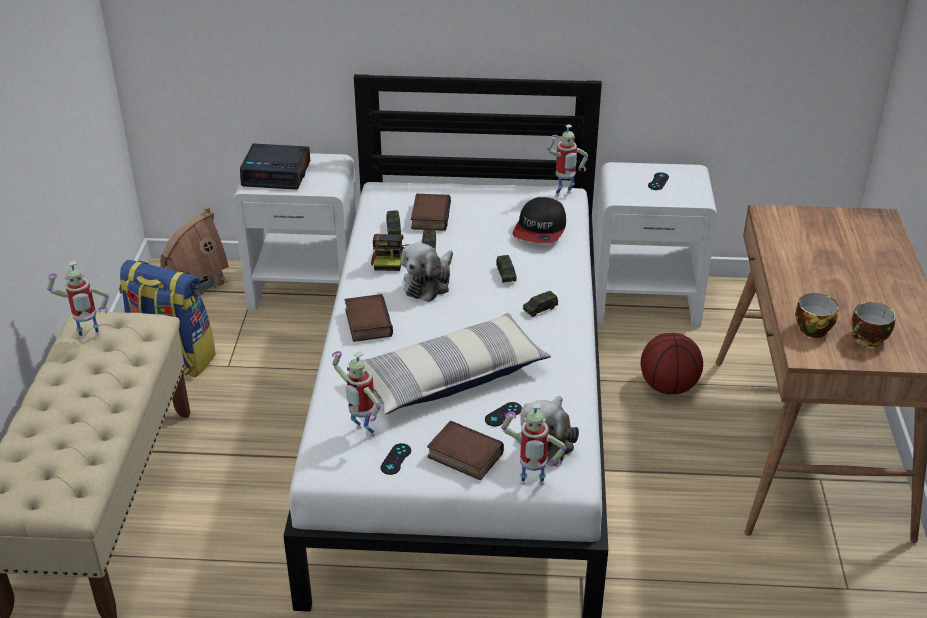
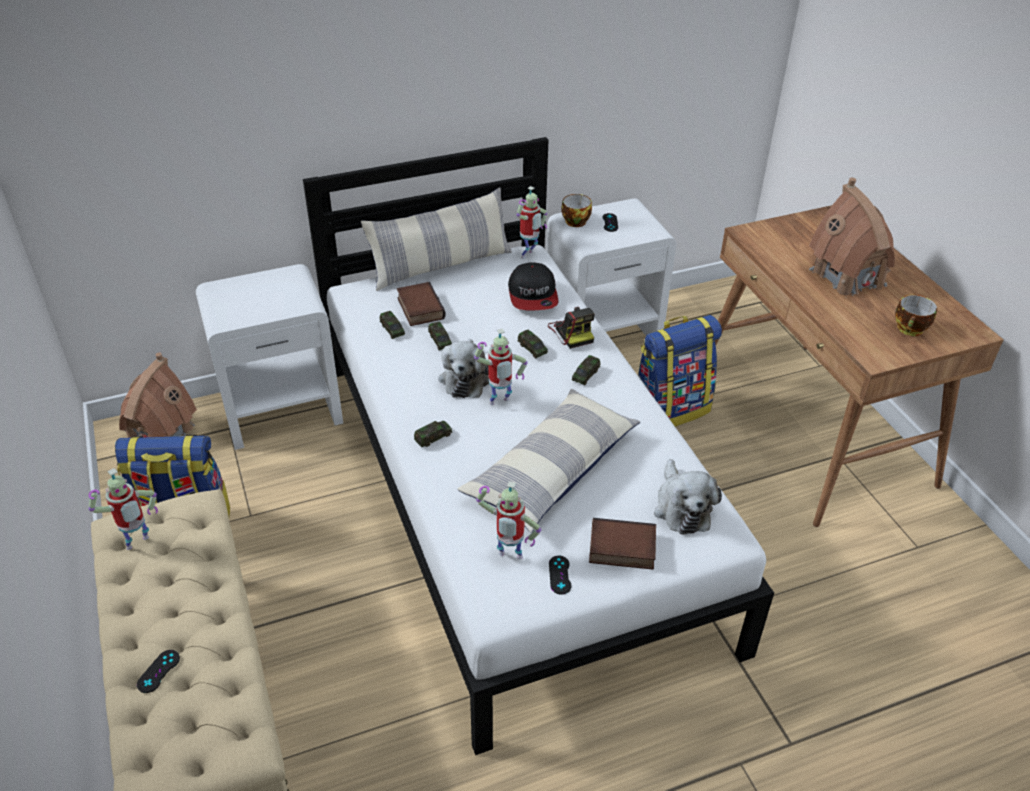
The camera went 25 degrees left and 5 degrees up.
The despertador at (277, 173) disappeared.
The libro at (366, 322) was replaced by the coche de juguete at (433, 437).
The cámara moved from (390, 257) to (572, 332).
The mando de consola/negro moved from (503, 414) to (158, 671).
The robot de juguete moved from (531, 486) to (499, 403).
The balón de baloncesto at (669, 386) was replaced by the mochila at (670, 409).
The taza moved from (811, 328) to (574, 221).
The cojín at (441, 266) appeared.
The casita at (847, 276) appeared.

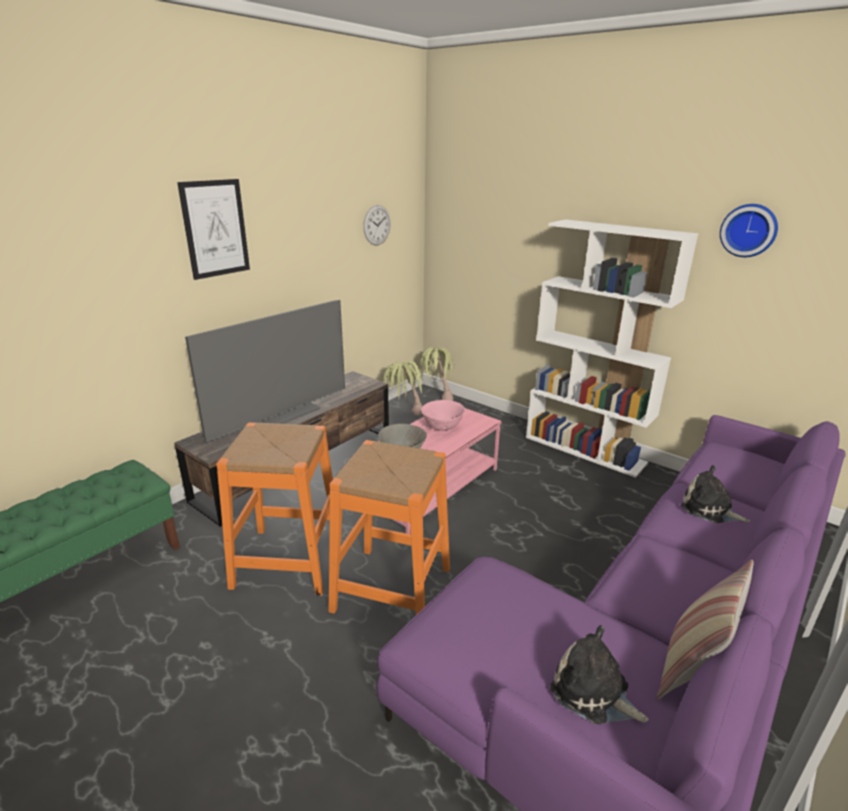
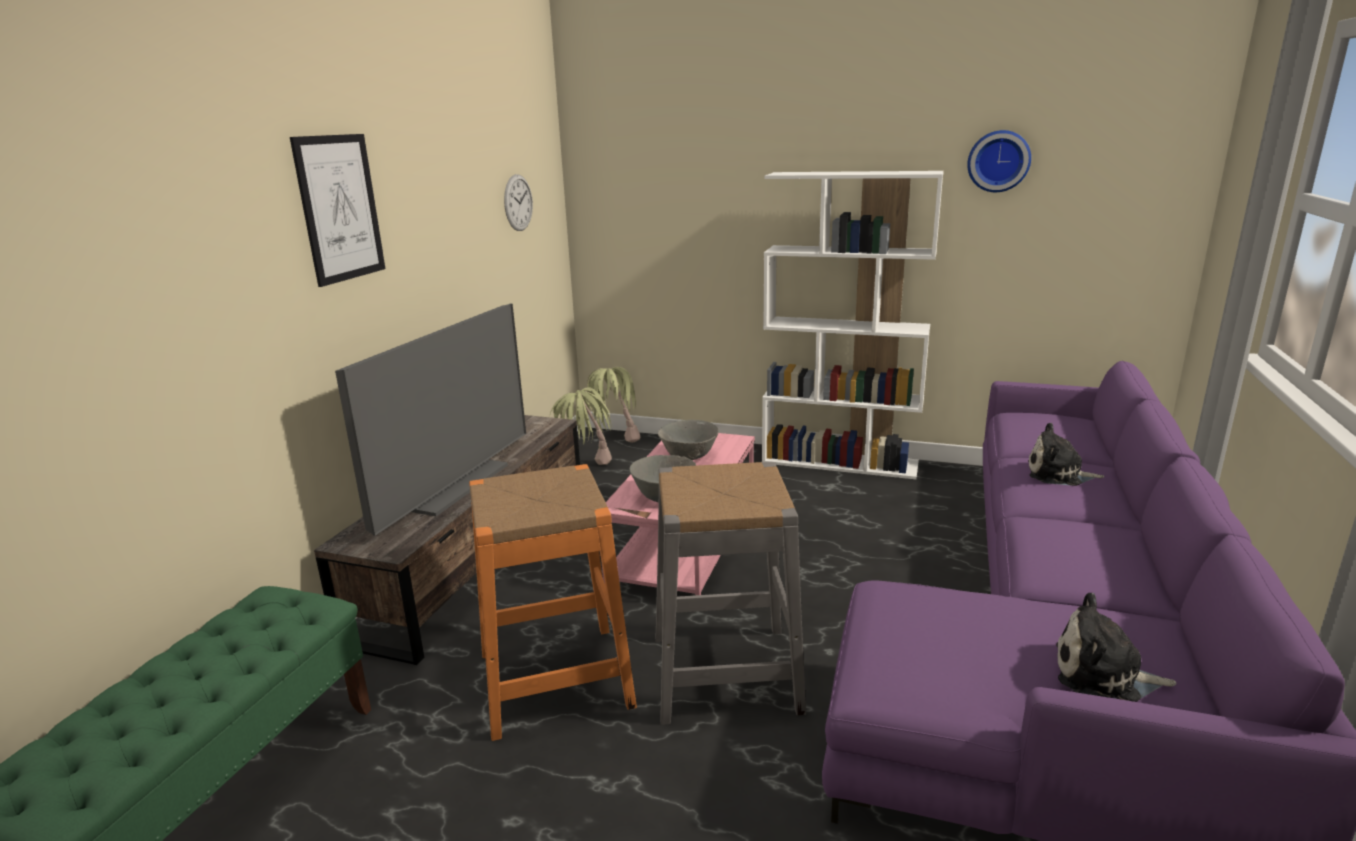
The camera went 20 degrees left and 5 degrees down.
The taburete/naranja at (392, 589) became the taburete/gris at (725, 672).
The cuenco/rosa at (442, 428) became the cuenco/gris at (689, 457).
The cojín at (692, 666) disappeared.

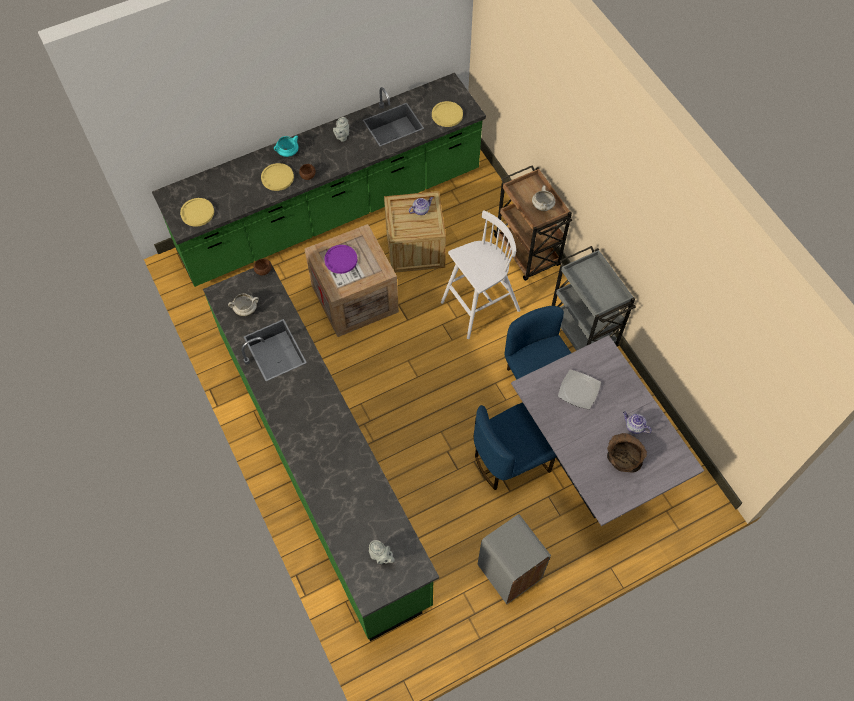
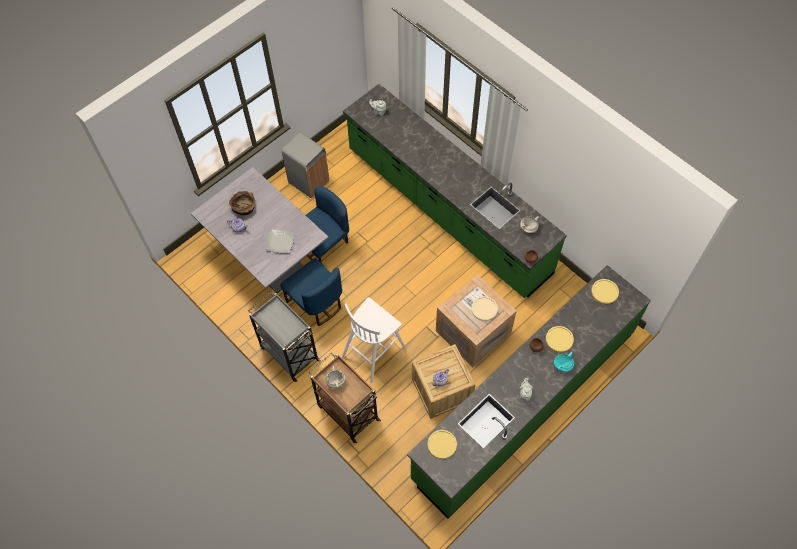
The camera went 165 degrees right and 0 degrees up.
The plato/morado at (341, 259) became the plato/beis at (484, 309).

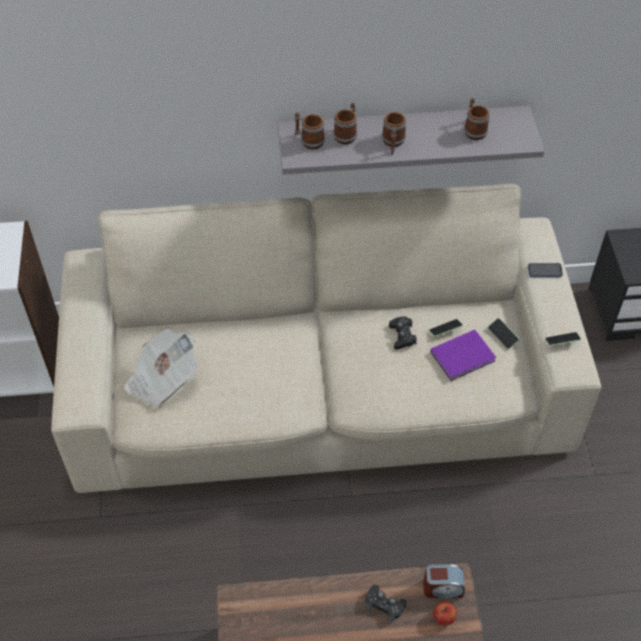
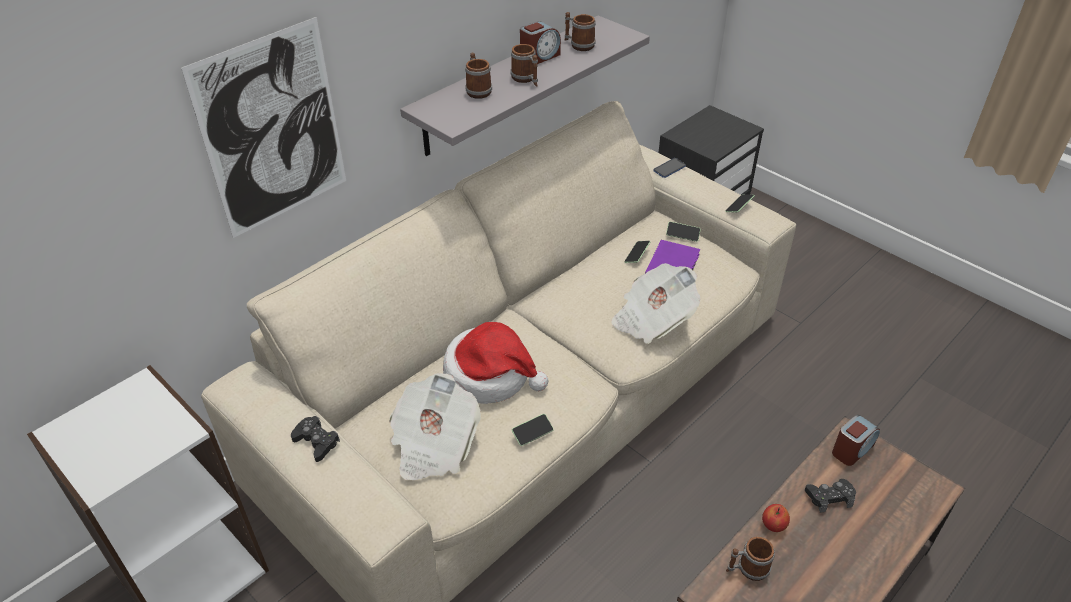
The camera went 40 degrees left and 10 degrees down.
The taza grande moved from (308, 140) to (747, 569).
The mando de consola/negro moved from (402, 336) to (316, 442).
The manzana moved from (443, 618) to (773, 526).
The cuadro at (273, 130) appeared.
The sombrero at (490, 375) appeared.
The móvil at (532, 433) appeared.
The despertador at (539, 57) appeared.
The periódico at (652, 319) appeared.

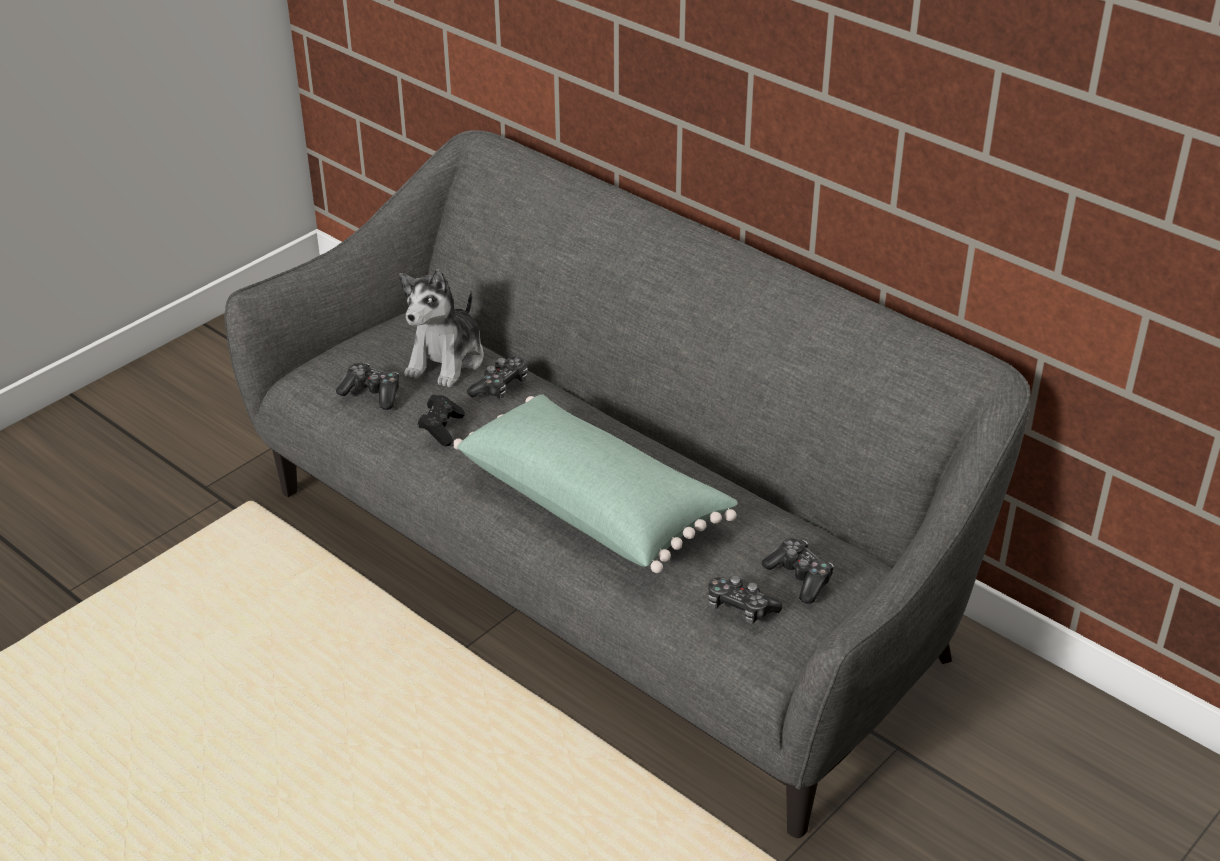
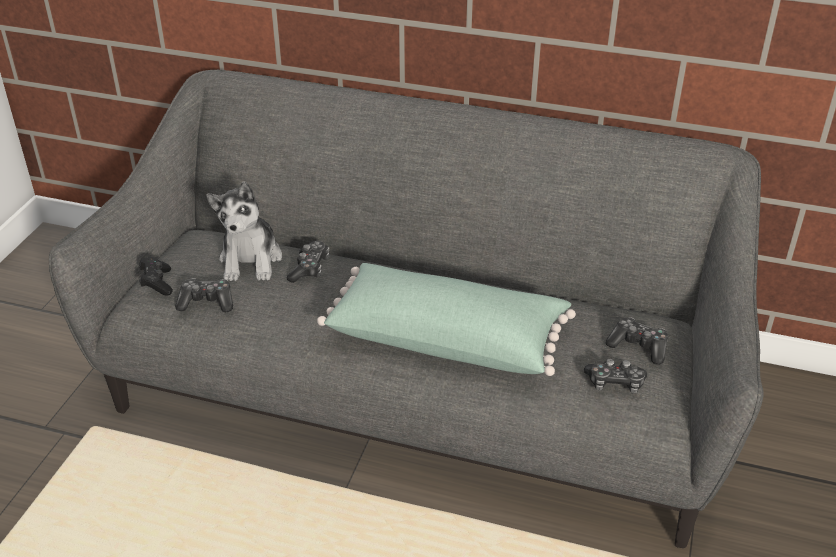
The camera went 25 degrees left and 0 degrees up.
The mando de consola/negro moved from (441, 429) to (157, 283).

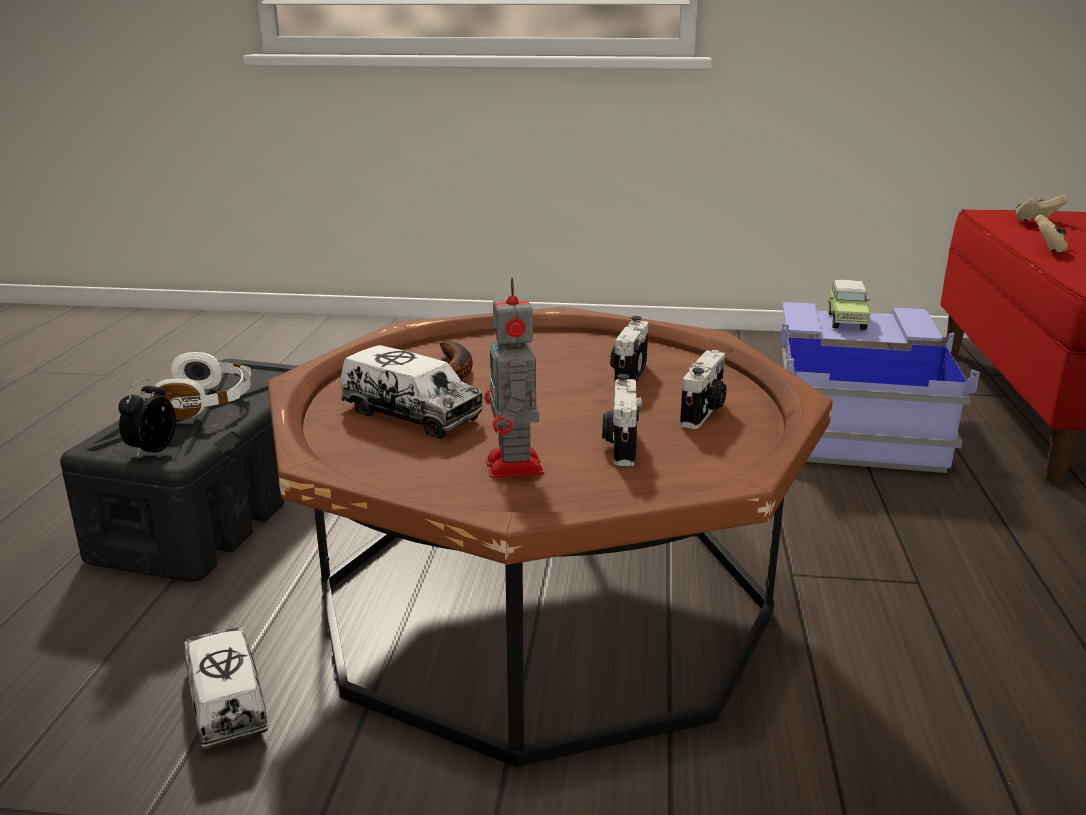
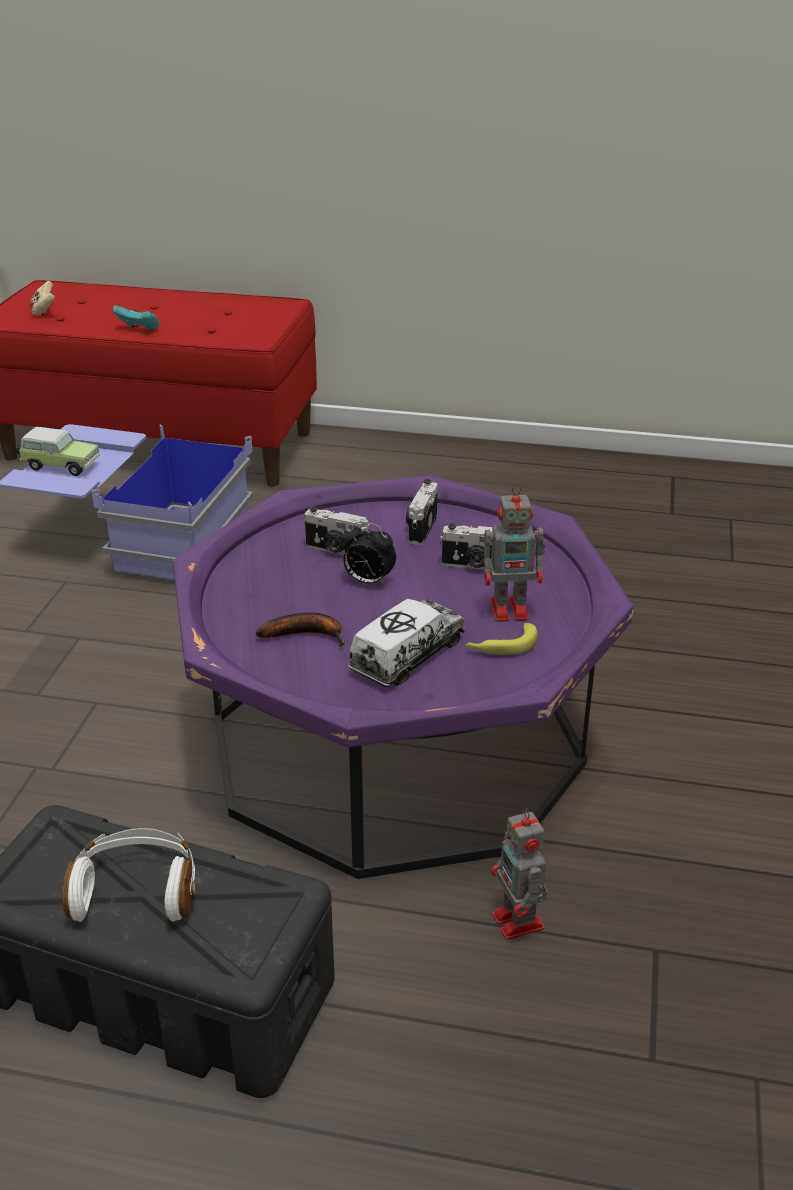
The camera went 85 degrees left and 10 degrees up.
The despertador moved from (152, 450) to (368, 581).
The camión de juguete at (226, 700) was replaced by the robot de juguete at (519, 923).
The mesa de centro/marrón at (542, 600) became the mesa de centro/morado at (396, 741).
The cámara at (704, 412) turned 105 degrees counterclockwise.
The mando de consola/beis at (1048, 248) became the mando de consola/turquesa at (139, 329).
The plátano at (501, 646) appeared.

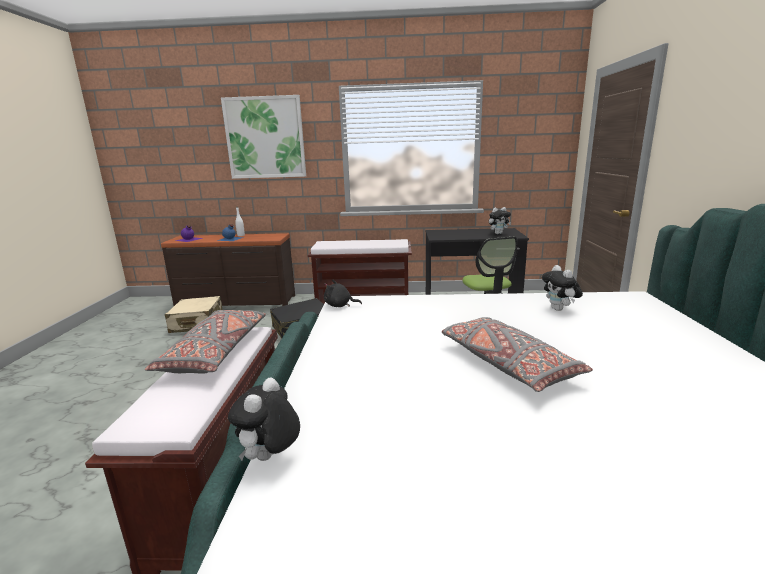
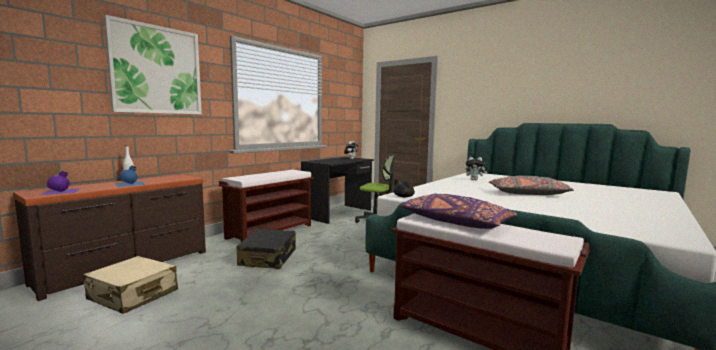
The camera went 55 degrees left and 10 degrees down.
The cojín/gris at (216, 352) became the cojín/morado at (455, 222).
The peluche at (270, 458) disappeared.

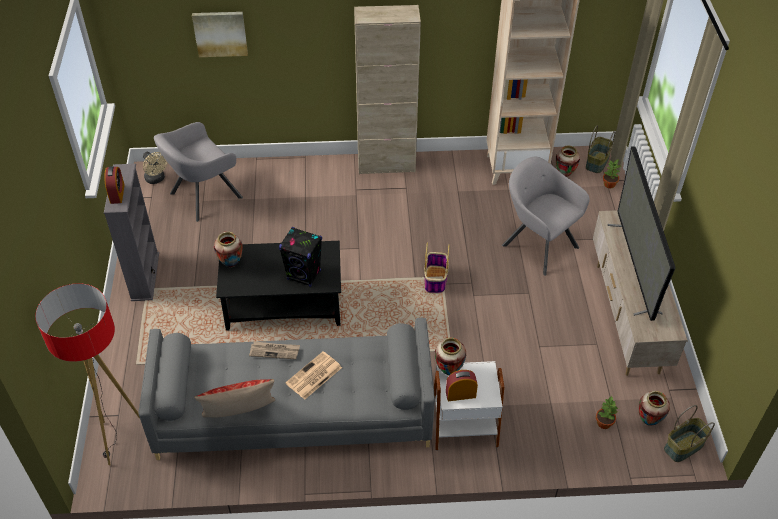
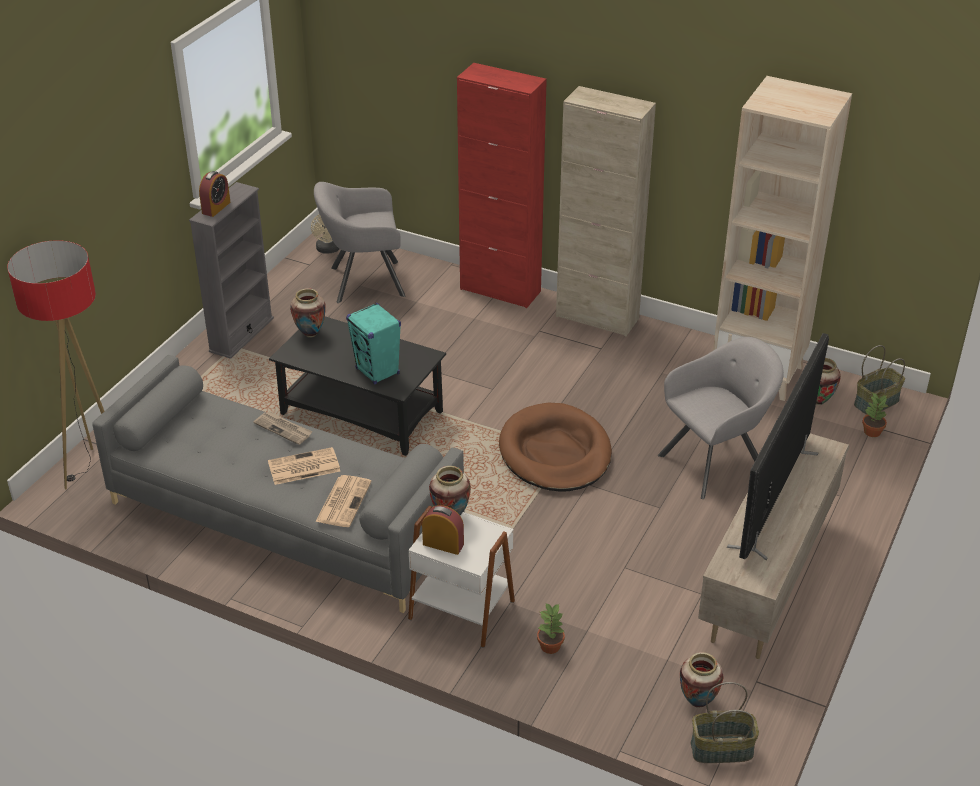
The camera went 30 degrees right and 10 degrees down.
The cuadro at (220, 33) disappeared.
The cojín at (240, 418) disappeared.
The altavoz/negro at (304, 275) became the altavoz/turquesa at (377, 371).
The cesta at (435, 280) was replaced by the cama para perro/marrón at (555, 453).
The sillón/gris at (537, 244) turned 75 degrees clockwise.
The planta en maceta moved from (603, 422) to (550, 646).
The periódico at (343, 501) appeared.
The armario/rojo at (500, 290) appeared.

